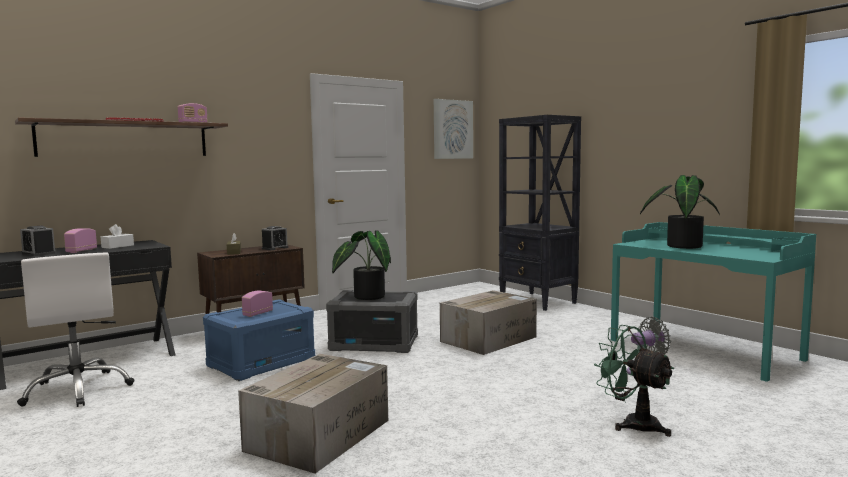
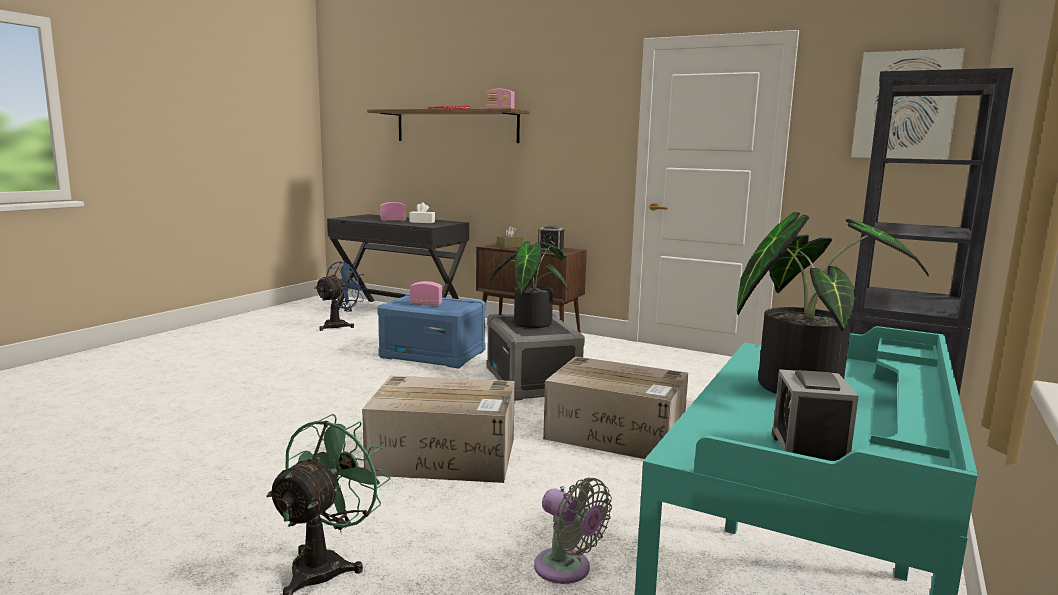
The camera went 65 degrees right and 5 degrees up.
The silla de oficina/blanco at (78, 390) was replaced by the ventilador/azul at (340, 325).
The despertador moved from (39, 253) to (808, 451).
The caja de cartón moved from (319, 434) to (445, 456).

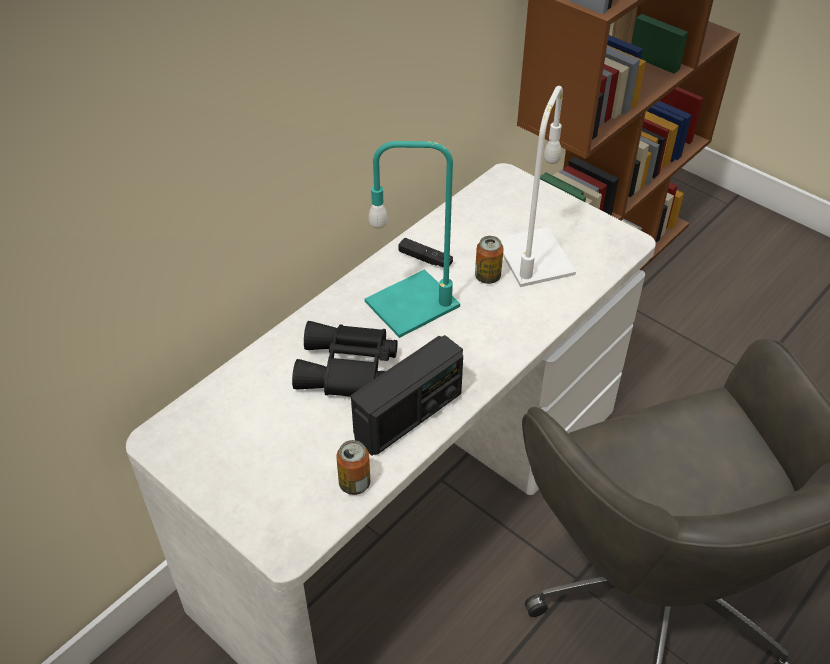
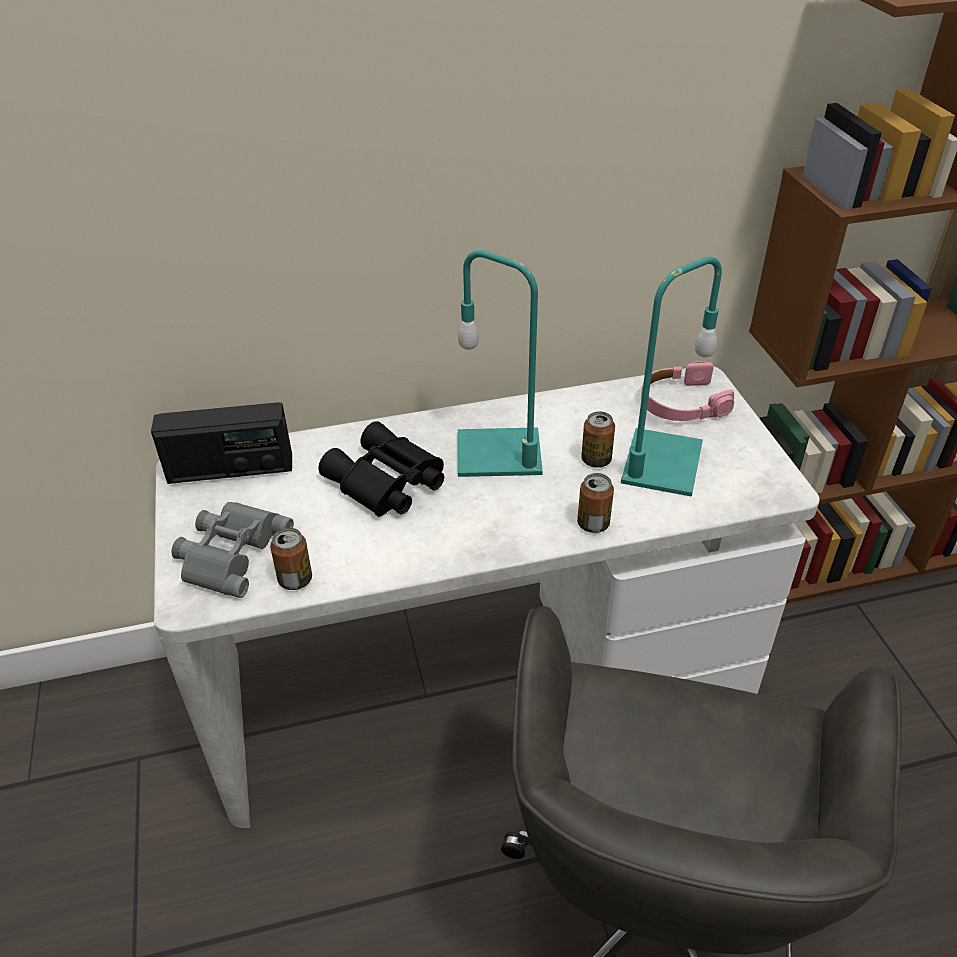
The camera went 35 degrees right and 5 degrees down.
The radio moved from (409, 416) to (230, 469).
The mando de consola/negro at (425, 259) disappeared.
The lámpara de mesa/blanco at (536, 259) became the lámpara de mesa/turquesa at (663, 464).
The prismáticos/gris at (229, 552) appeared.
The lata at (593, 524) appeared.
The auriculares/rosa at (681, 403) appeared.

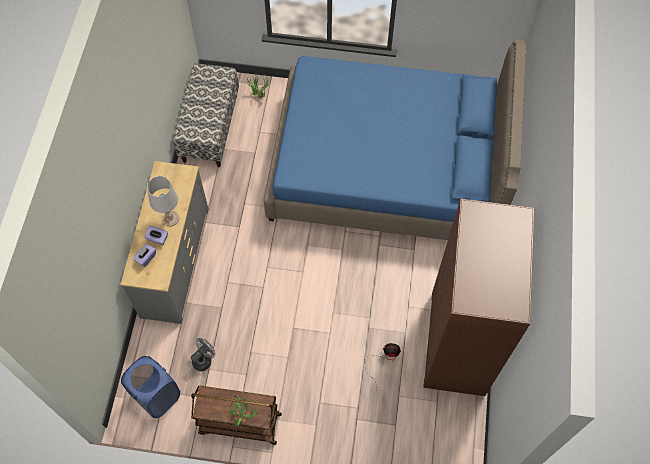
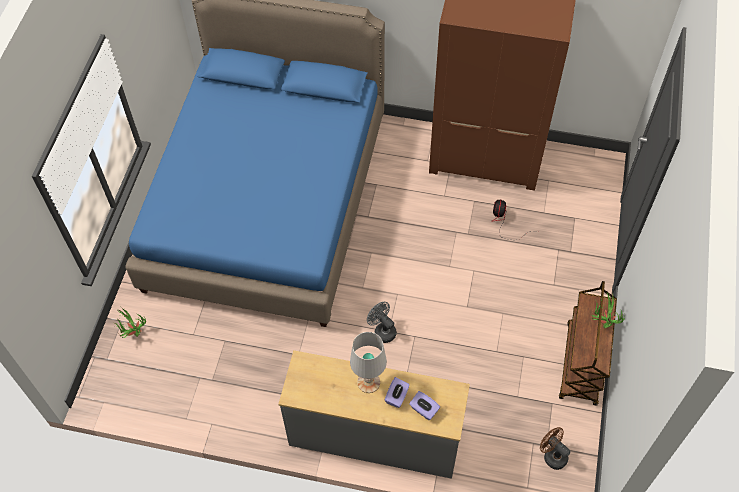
The camera went 85 degrees left and 5 degrees down.
The cesto de la ropa/azul at (156, 396) was replaced by the ventilador/marrón at (552, 455).
The banco at (210, 128) disappeared.
The ventilador/gris moved from (204, 359) to (382, 330).

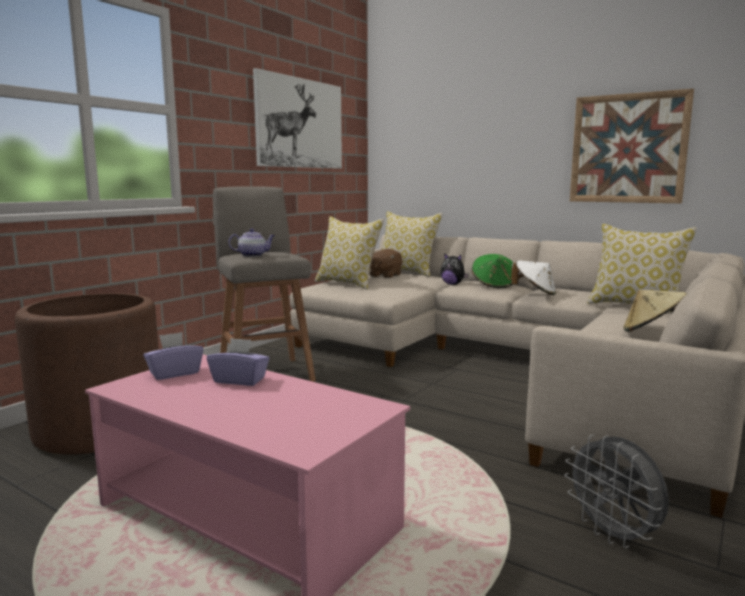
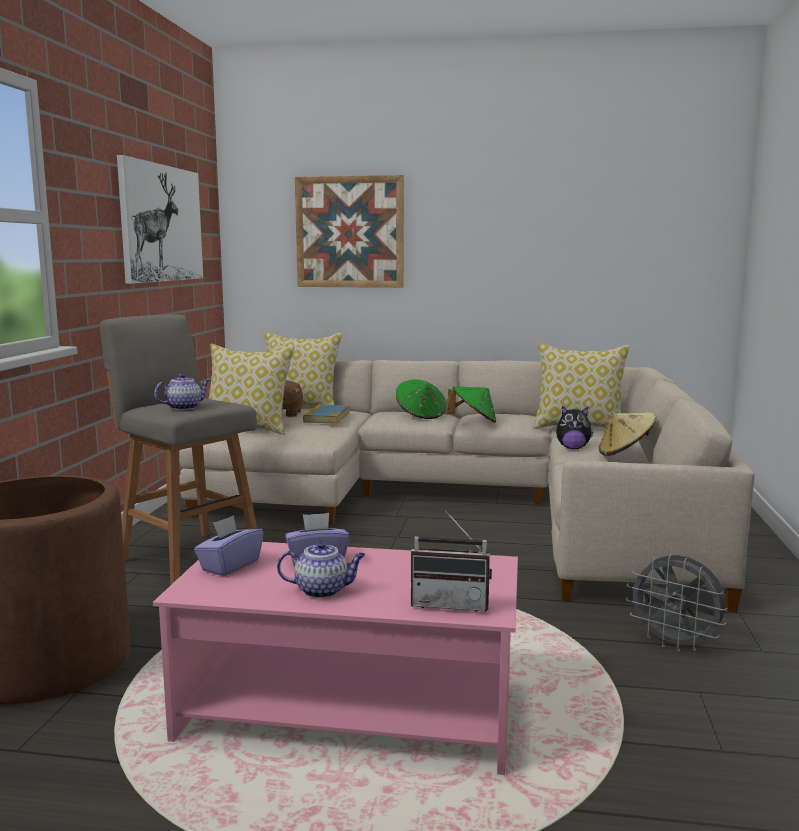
The camera went 25 degrees left and 0 degrees up.
The peluche moved from (452, 284) to (573, 448).
The sombrero/blanco at (534, 293) became the sombrero/verde at (473, 421).
The cuadro moved from (628, 149) to (349, 232).
The tetera at (323, 590) appeared.
The libro at (326, 417) appeared.
The radio at (451, 603) appeared.

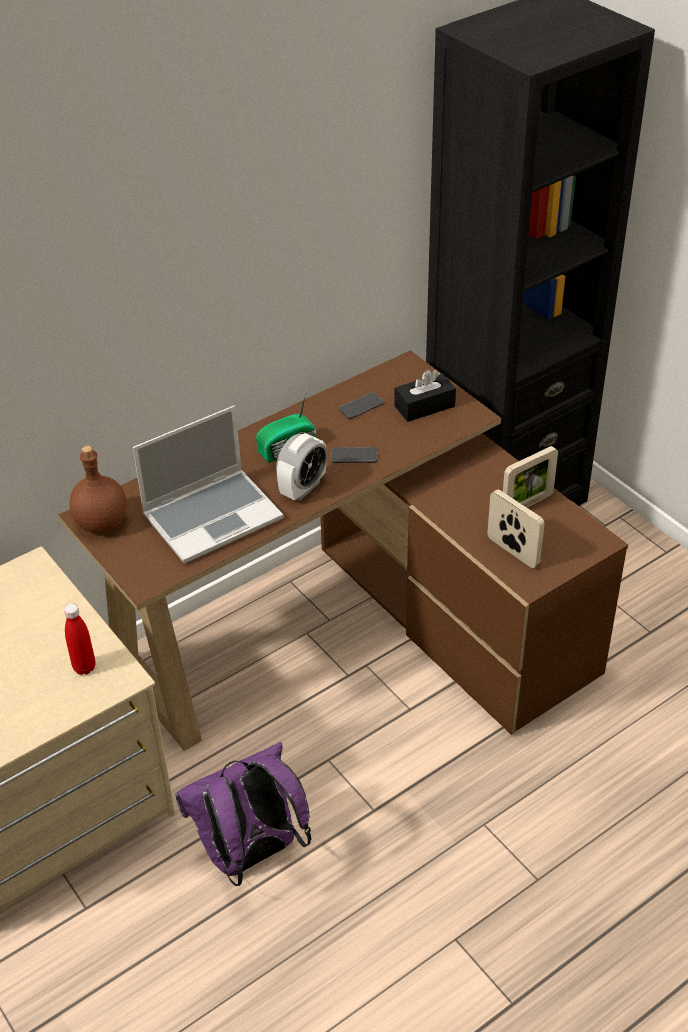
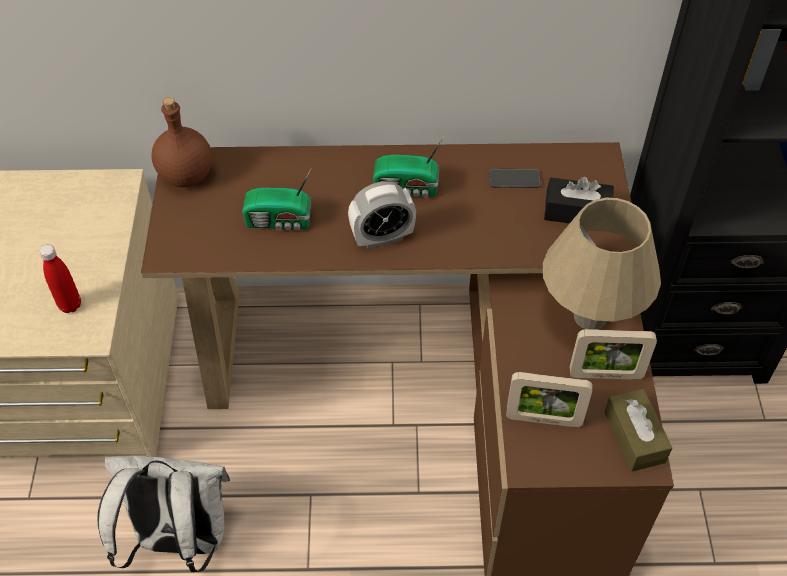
The camera went 35 degrees right and 10 degrees up.
The portátil at (213, 516) was replaced by the radio at (280, 221).
The mochila/morado at (251, 855) became the mochila/blanco at (179, 539).
The móvil at (354, 456) disappeared.
The portarretratos at (513, 552) turned 105 degrees clockwise.
The lámpara de mesa/beis at (590, 317) appeared.
The caja de pañuelos/marrón at (634, 437) appeared.

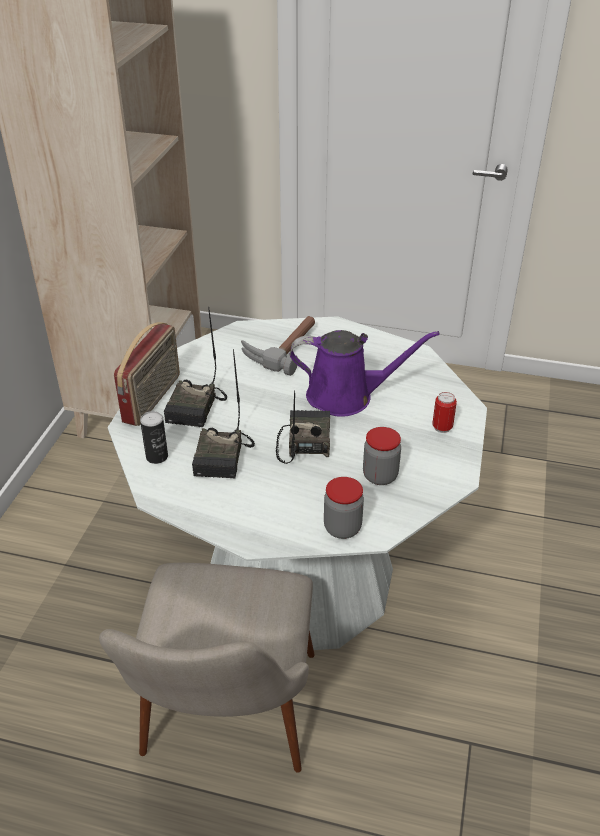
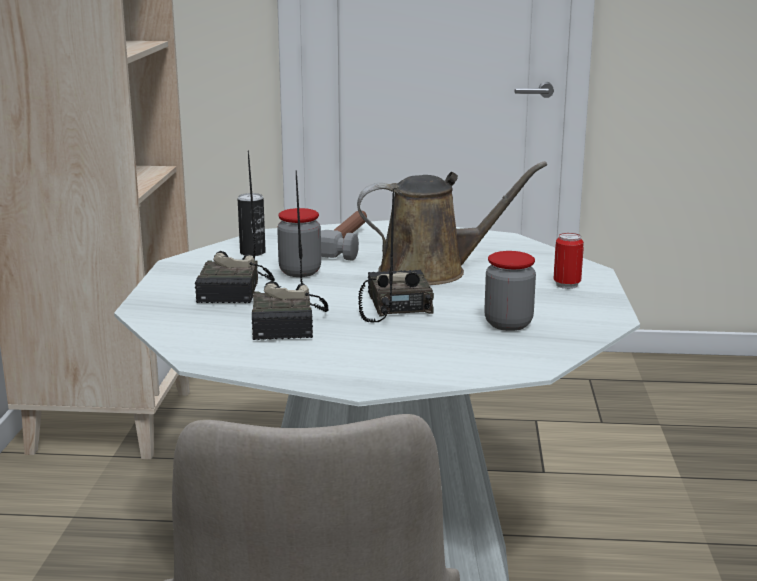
The camera went 10 degrees left and 20 degrees down.
The radio at (153, 399) disappeared.
The lata moved from (157, 456) to (252, 253).
The regadera/morado at (346, 396) became the regadera/marrón at (431, 271).
The tarro moved from (342, 528) to (300, 272).

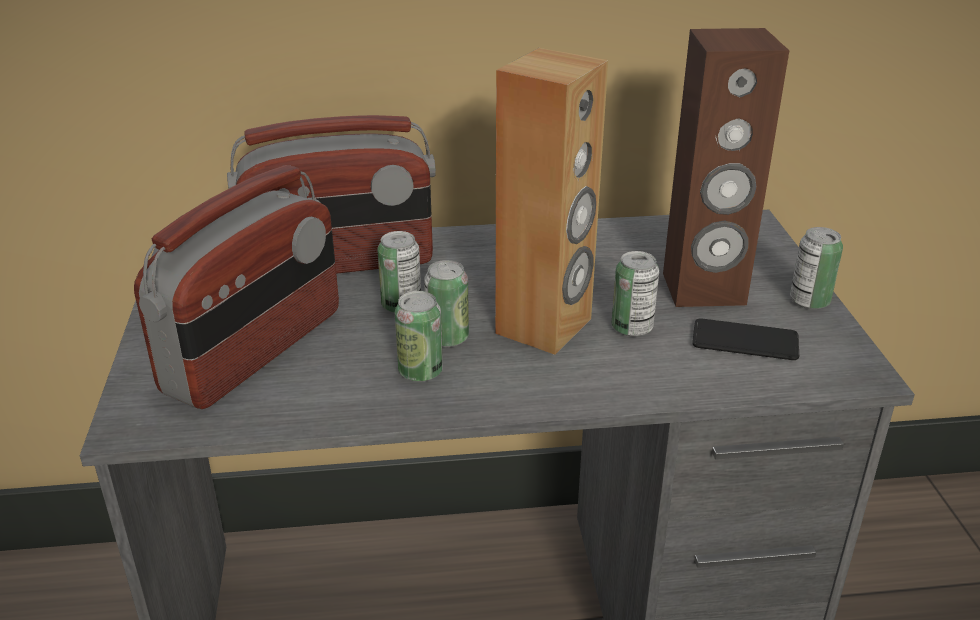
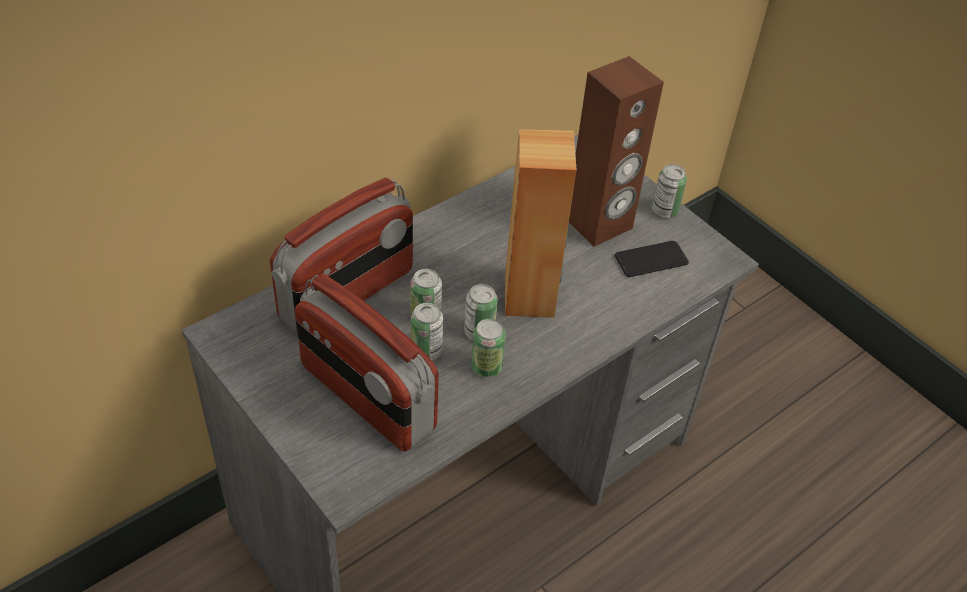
The camera went 35 degrees left and 15 degrees up.
The radio at (256, 351) turned 135 degrees clockwise.
The lata moved from (632, 328) to (426, 351).

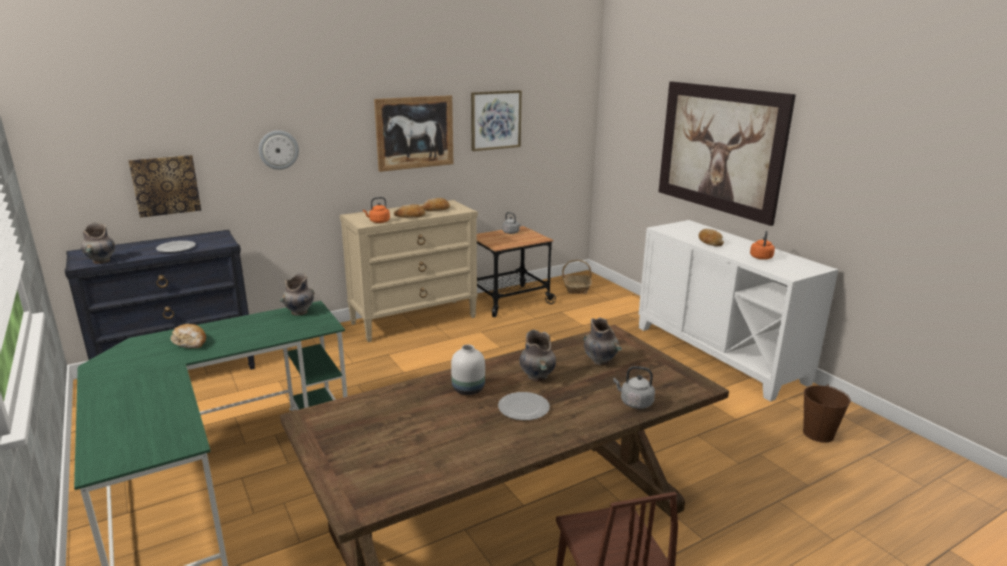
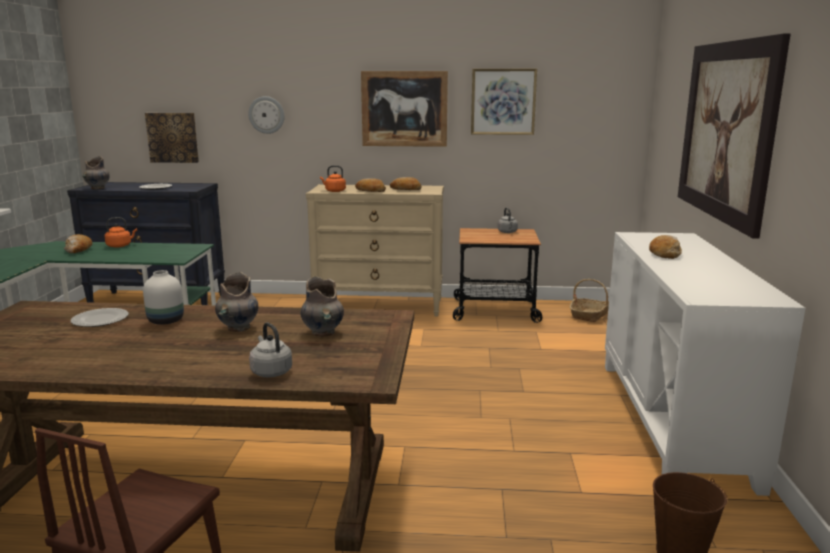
The camera went 35 degrees right and 5 degrees down.
The florero/gris at (299, 312) disappeared.
The plato moved from (523, 408) to (99, 320).
The hervidor/naranja moved from (761, 257) to (120, 246).

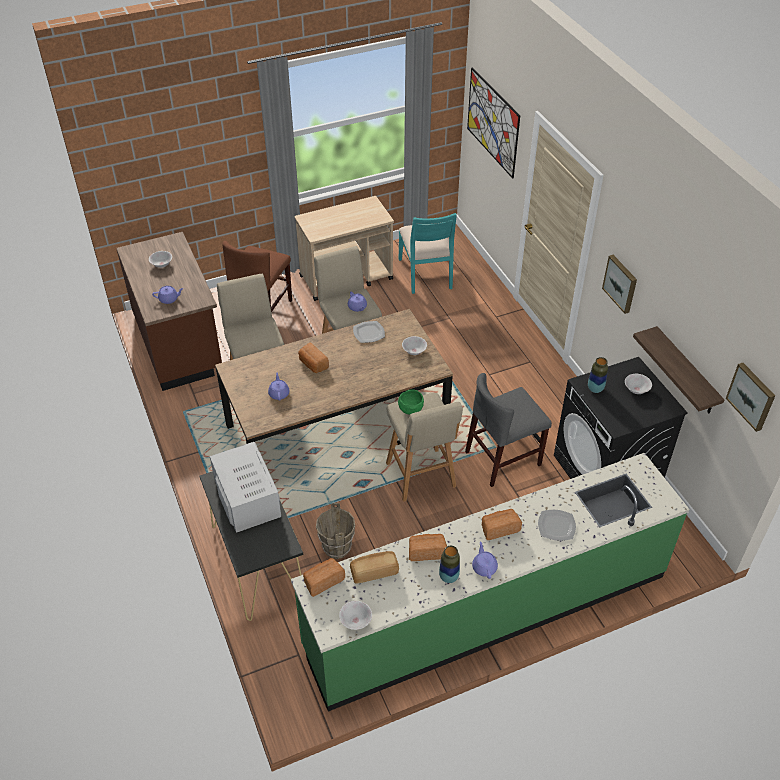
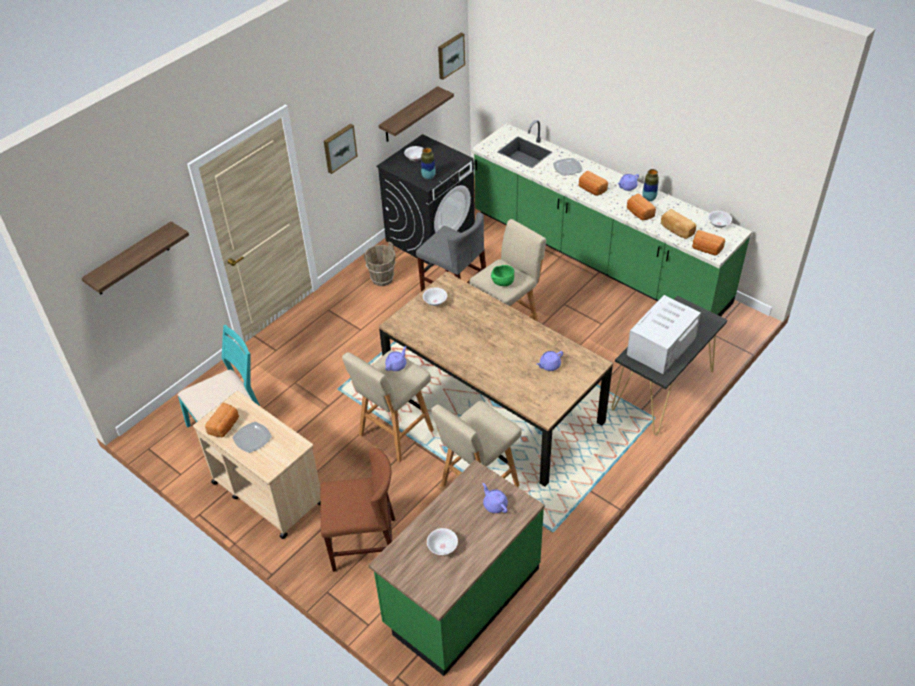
The camera went 115 degrees left and 0 degrees up.
The mueble bajo de cocina/marrón at (179, 343) became the mueble bajo de cocina/verde at (461, 596).
The pan moved from (313, 364) to (225, 426).
The cubo/marrón moved from (336, 548) to (382, 279).
The plato moved from (369, 333) to (252, 438).
The cuadro at (492, 122) was replaced by the estante at (131, 260).

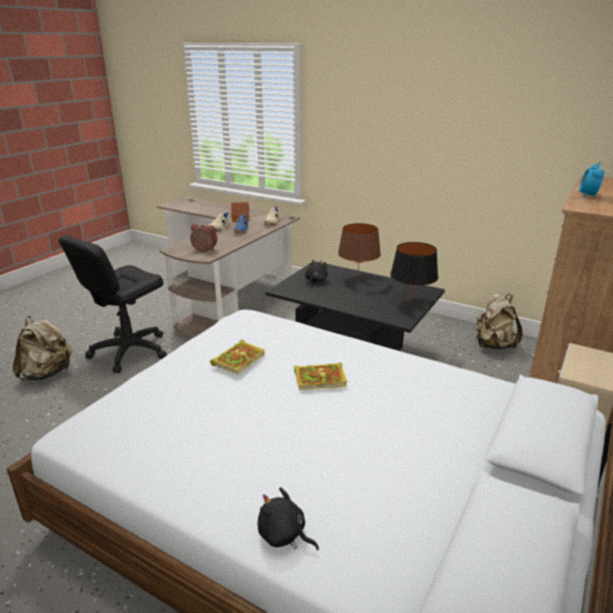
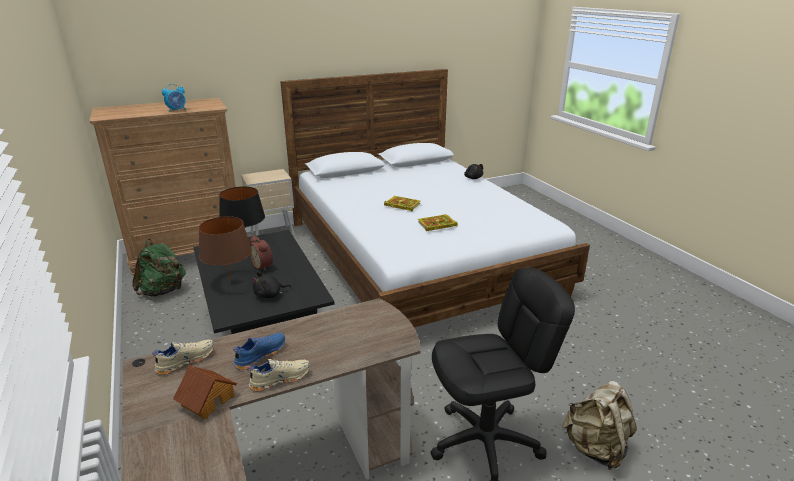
The camera went 145 degrees left and 0 degrees up.
The despertador moved from (204, 250) to (263, 266).
The mochila/beis at (493, 345) became the mochila/verde at (163, 291).

